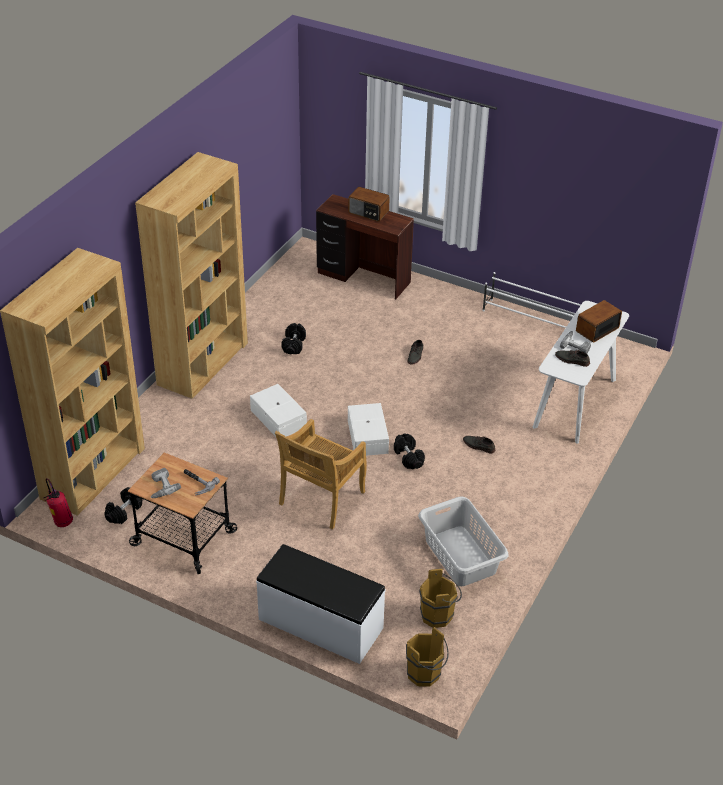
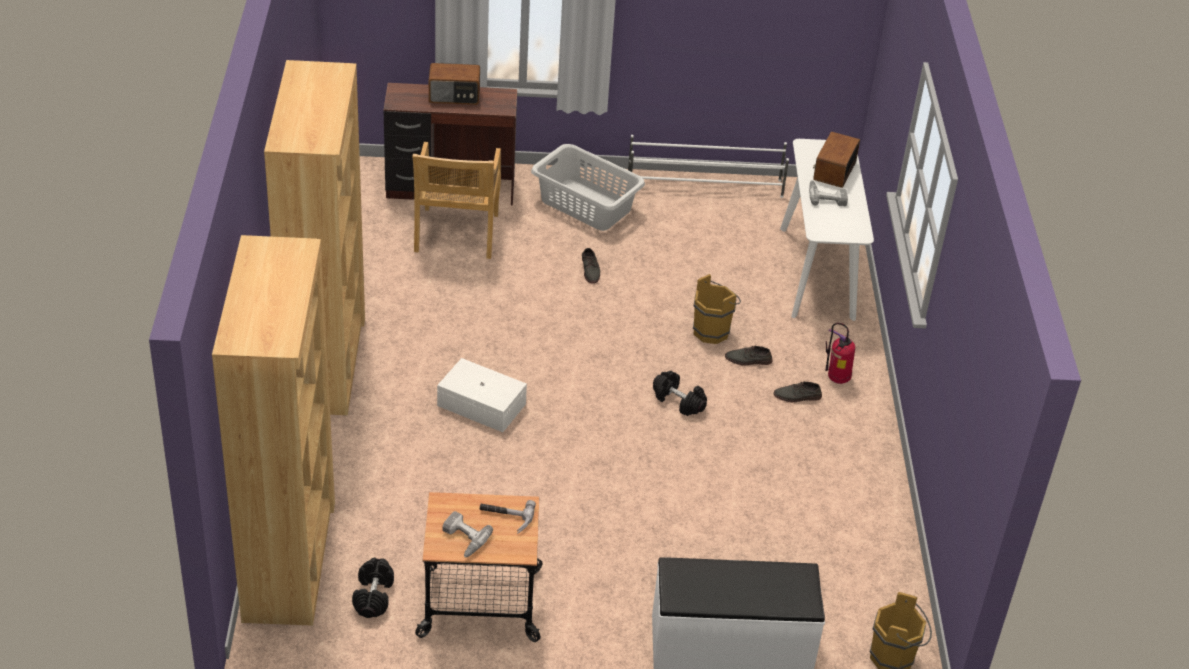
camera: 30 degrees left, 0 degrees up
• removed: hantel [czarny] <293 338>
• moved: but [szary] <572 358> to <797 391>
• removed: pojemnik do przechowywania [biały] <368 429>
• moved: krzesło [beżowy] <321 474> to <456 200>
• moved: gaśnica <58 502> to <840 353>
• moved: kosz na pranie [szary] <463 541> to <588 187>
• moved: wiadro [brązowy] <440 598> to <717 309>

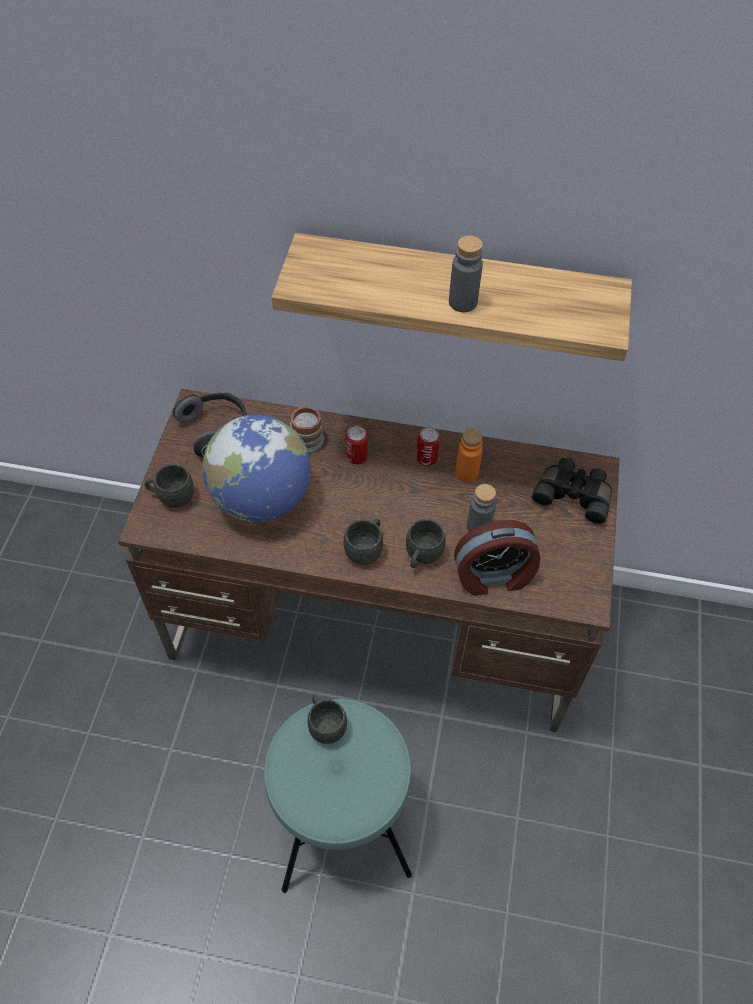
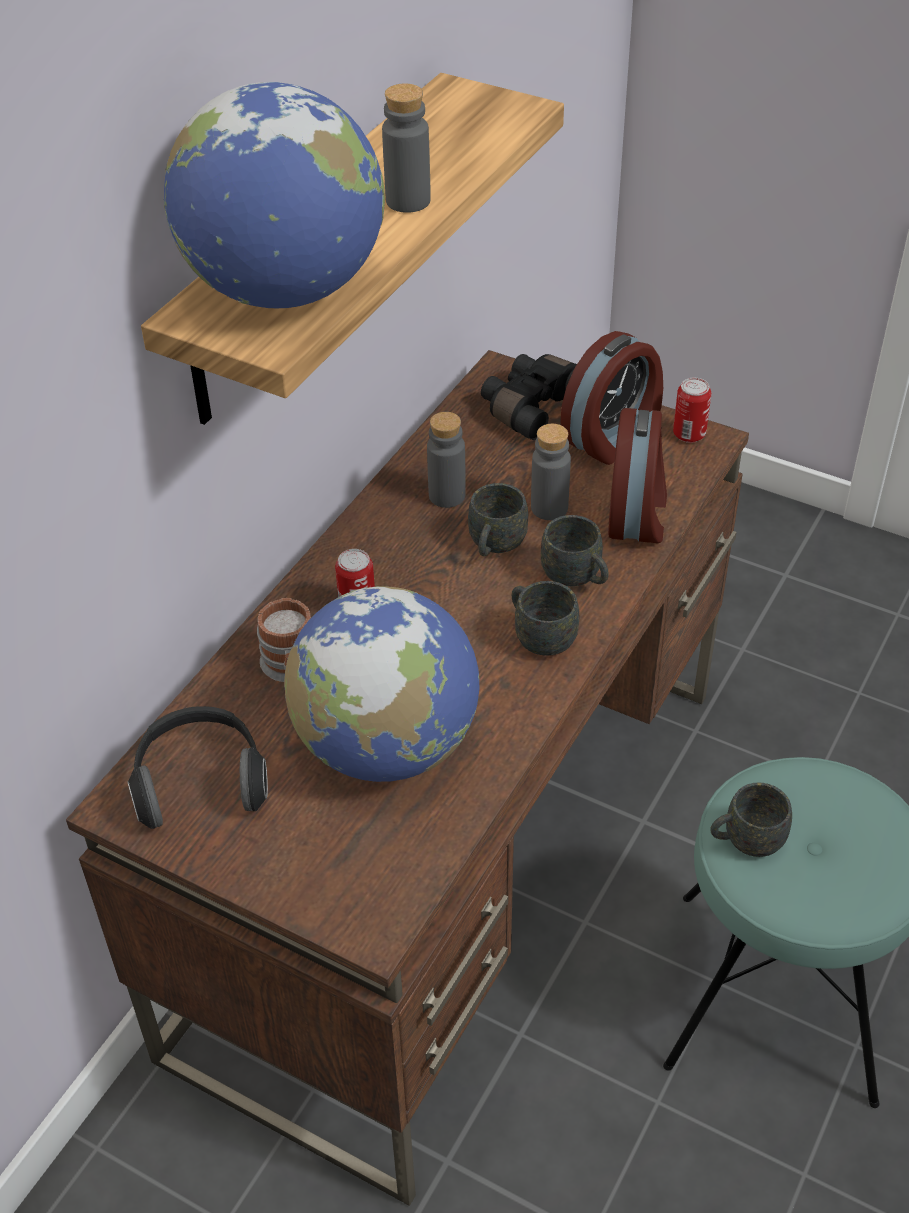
camera: 70 degrees left, 10 degrees down
• moved: puszka <428 446> to <692 410>
• recoloured: butelka [pomarańczowy] <469 455> to butelka [szary] <446 460>
• moved: kubek [szary] <169 486> to <498 519>
• added: globus <274 195>
• added: budzik <611 398>

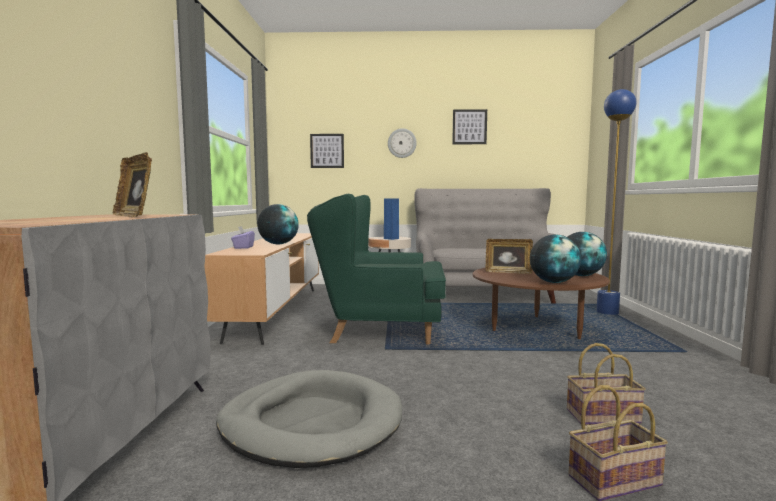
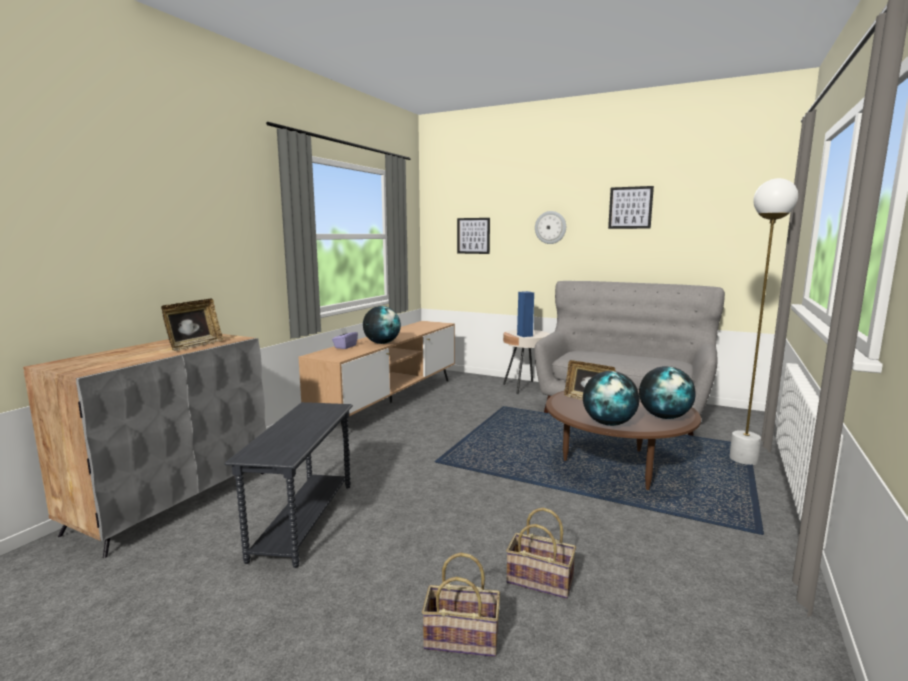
camera: 25 degrees right, 5 degrees up
• recoloured: lampa stojąca [niebieski] <616 202> to lampa stojąca [biały] <763 321>
• turned: ramka na zdjęcie <132 185> = <192 325> 135 degrees counterclockwise
• removed: fotel [zielony] <376 269>
• replaced: legowisko [szary] <309 419> to stolik [szary] <288 485>

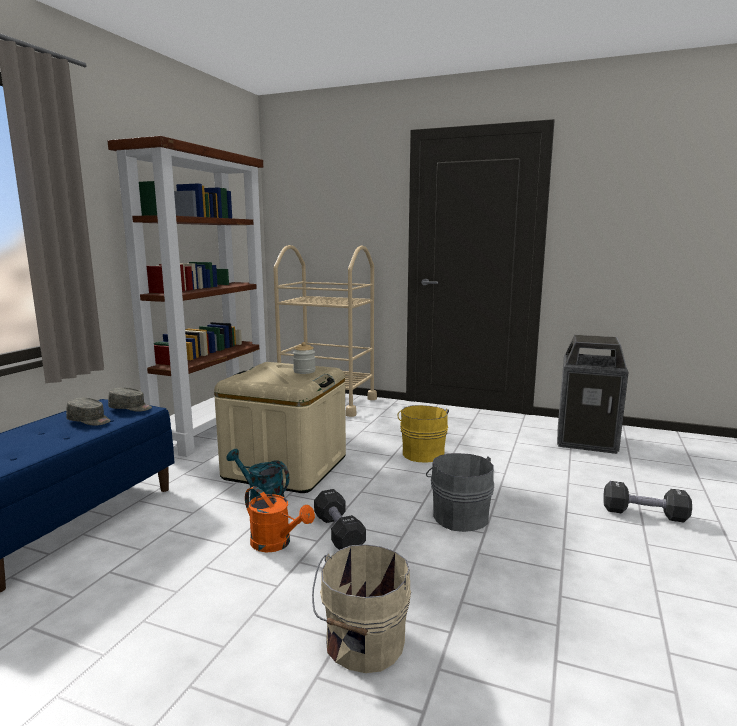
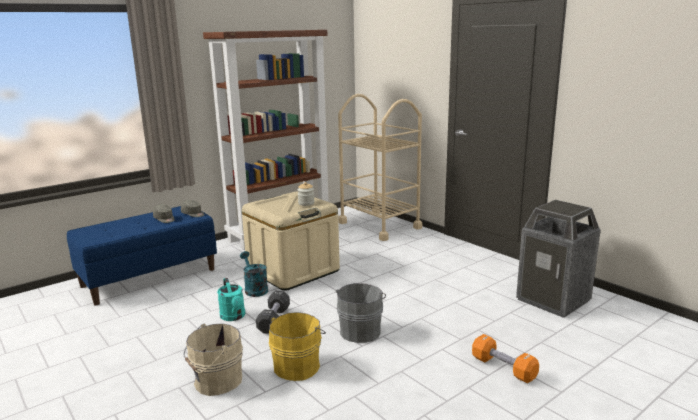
camera: 30 degrees right, 5 degrees up
• moved: wiadro [żółty] <423 434> to <297 346>
• recoloured: hantel [czarny] <647 502> to hantel [pomarańczowy] <505 358>
• recoloured: konewka [pomarańczowy] <280 519> to konewka [turkusowy] <231 299>

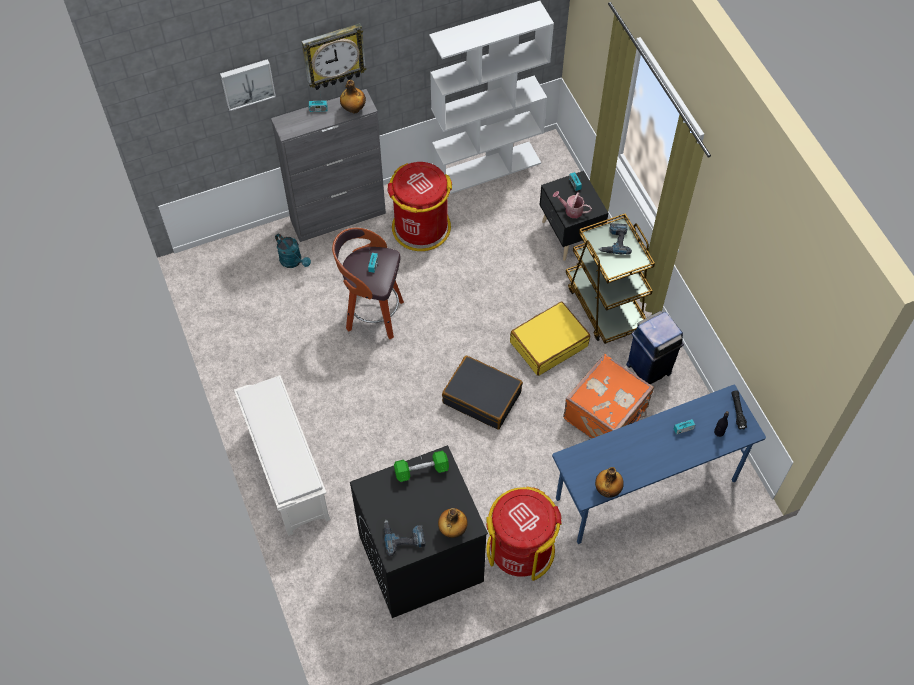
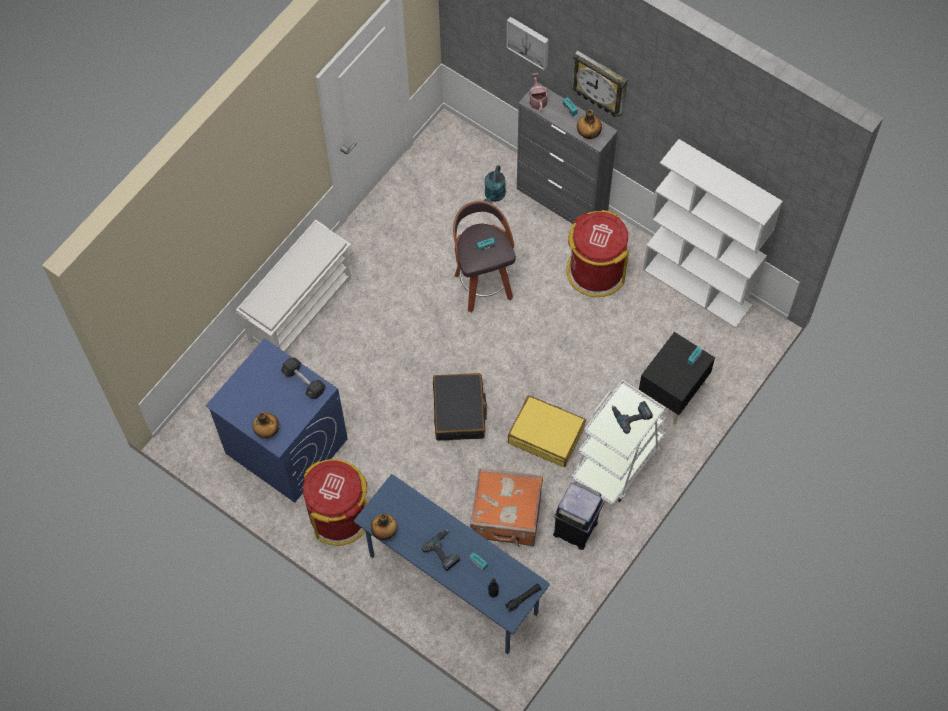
camera: 60 degrees right, 5 degrees up
• moved: konewka <572 204> to <539 92>
• recoloured: wózek [brązowy] <610 278> to wózek [biały] <618 443>
• recoloured: pralka [czarny] <419 531> to pralka [niebieski] <277 420>
• recoloured: hantel [zielony] <421 466> to hantel [szary] <303 378>
• moved: wiertarka <404 538> to <440 550>

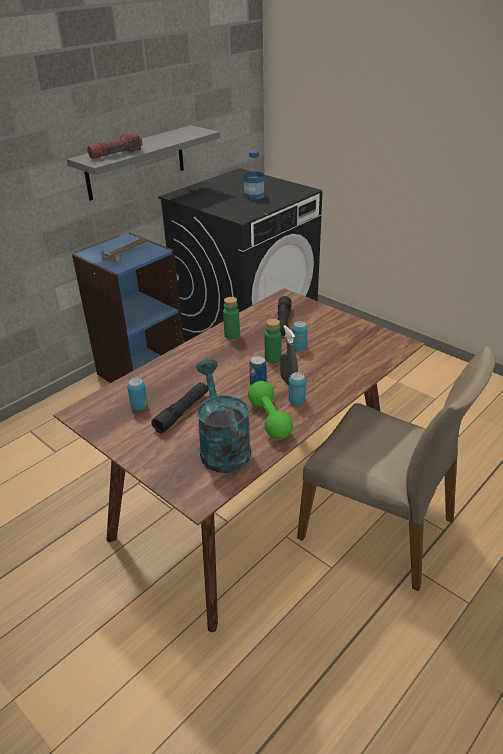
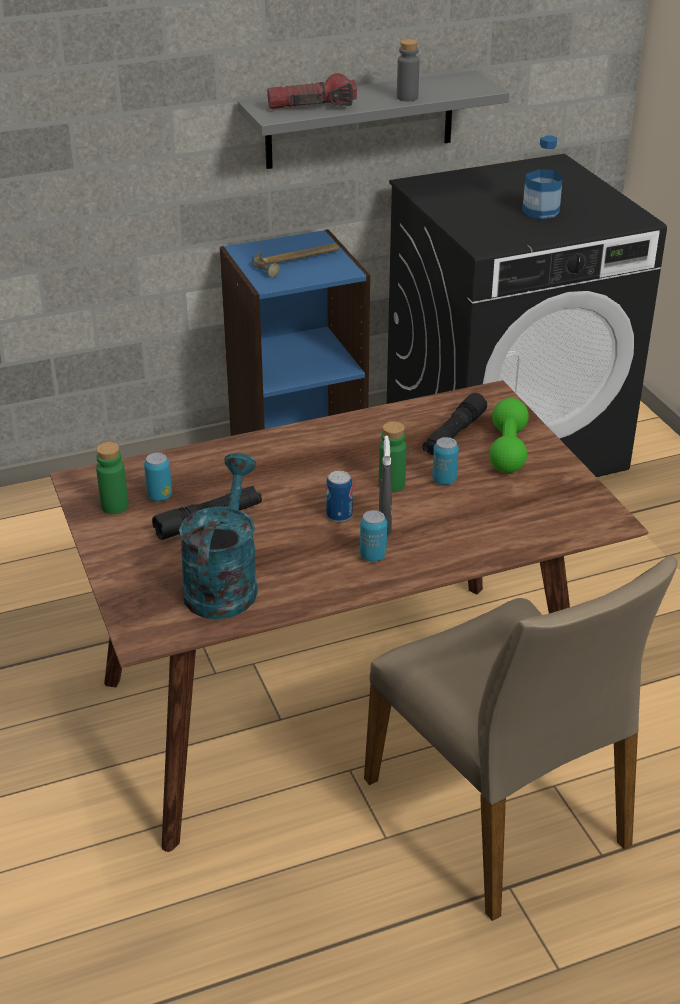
camera: 25 degrees right, 0 degrees up
• moved: butelka [zielony] <231 318> to <112 478>
• moved: hantel [zielony] <270 410> to <509 435>
• added: butelka [szary] <408 70>

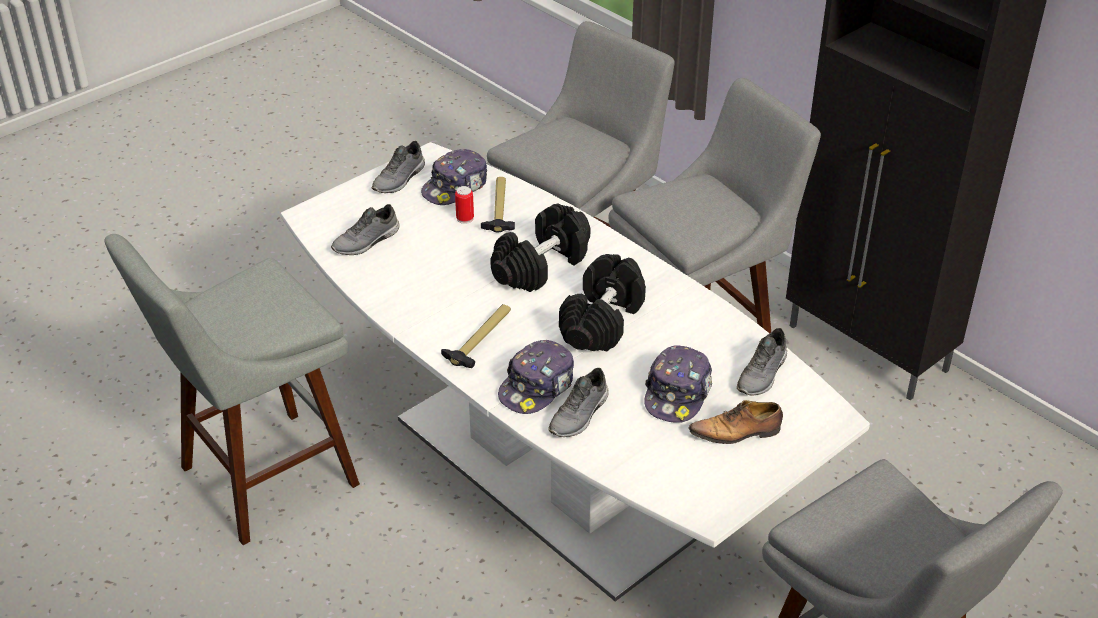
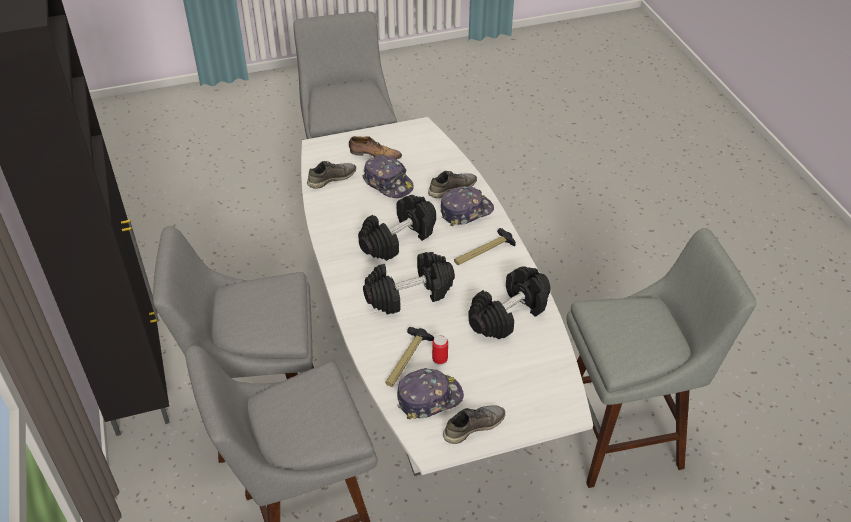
camera: 155 degrees left, 5 degrees up
• removed: but [szary] <365 229>
• turned: czapka z daszkiem <678 384> = <388 176> 90 degrees clockwise
• added: hantel [czarny] <509 302>

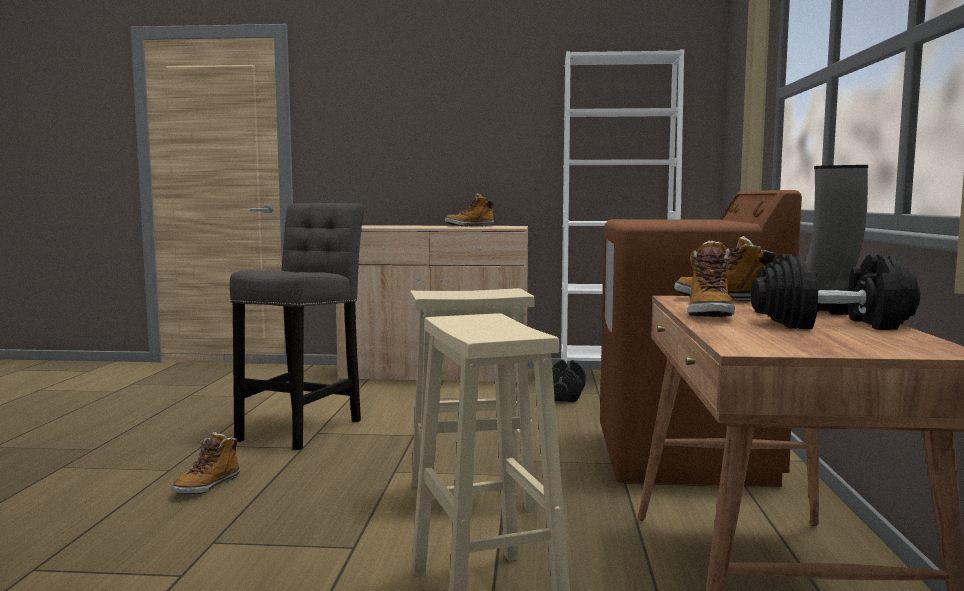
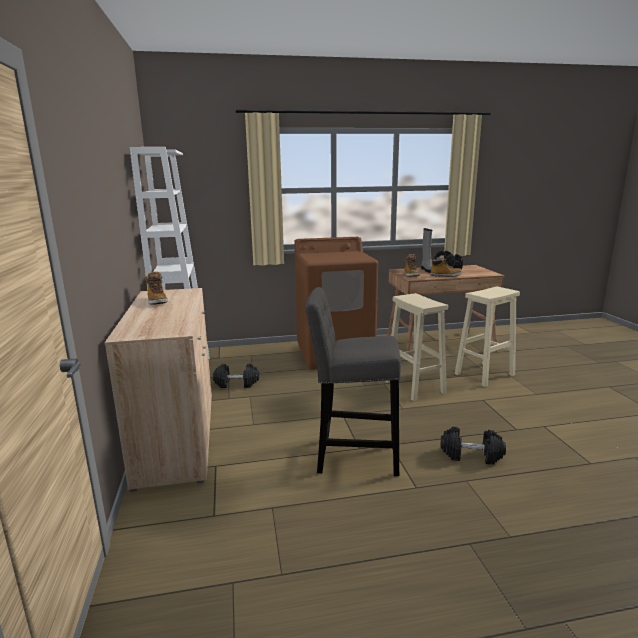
camera: 105 degrees left, 10 degrees up
• replaced: but z cholewką <205 463> to hantel [czarny] <473 445>

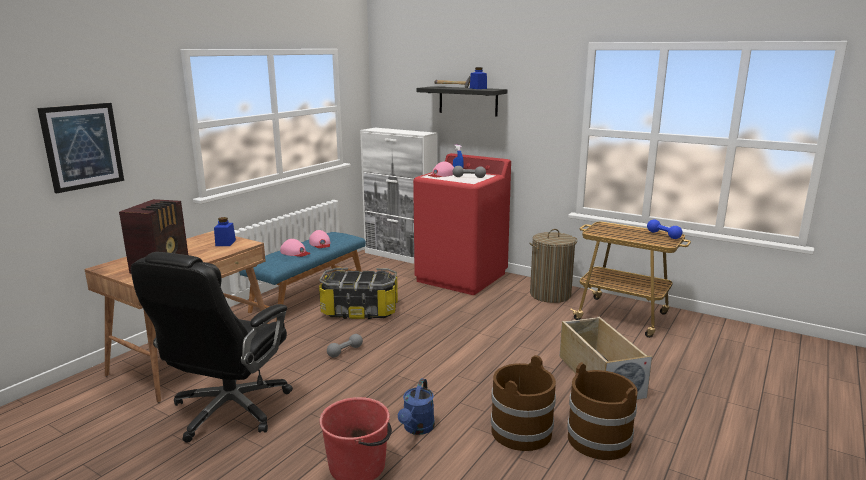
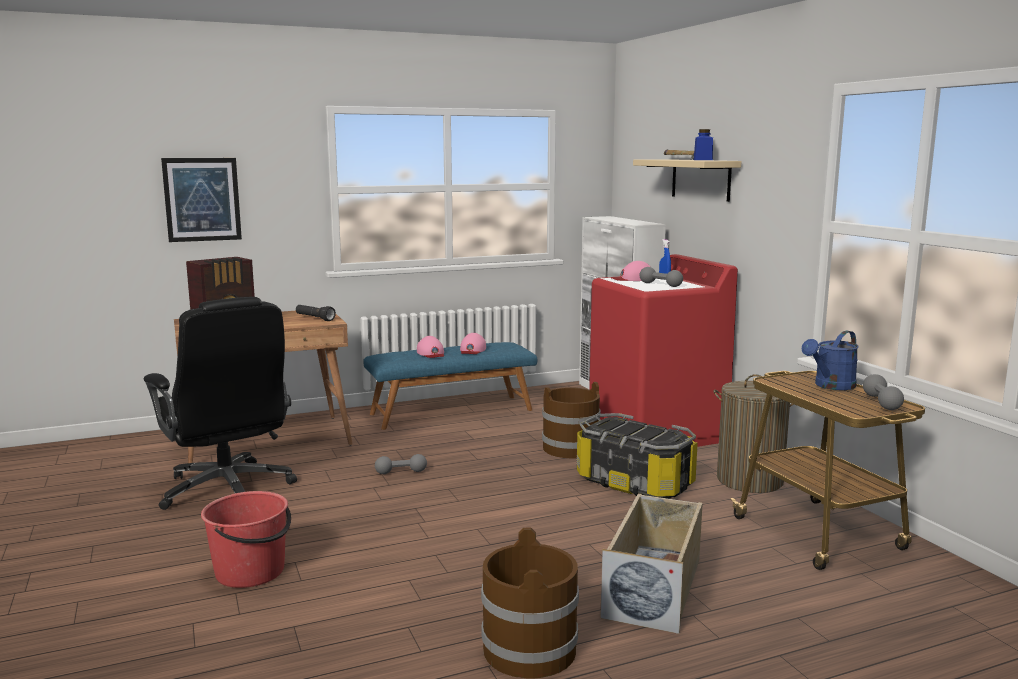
camera: 35 degrees right, 5 degrees down
• recoloured: półka [czarny] <462 101> to półka [beżowy] <687 180>
• replaced: słoik [niebieski] <225 231> to latarka [czarny] <316 313>
• recoloured: hantel [niebieski] <665 229> to hantel [szary] <883 392>
• turned: krzesło biurowe [czarny] <212 347> = <220 403> 90 degrees counterclockwise
• moved: pojemnik do przechowywania <358 293> to <637 456>
• moved: wiadro [brązowy] <523 403> to <571 420>
• moved: konewka [niebieski] <416 406> to <830 360>

